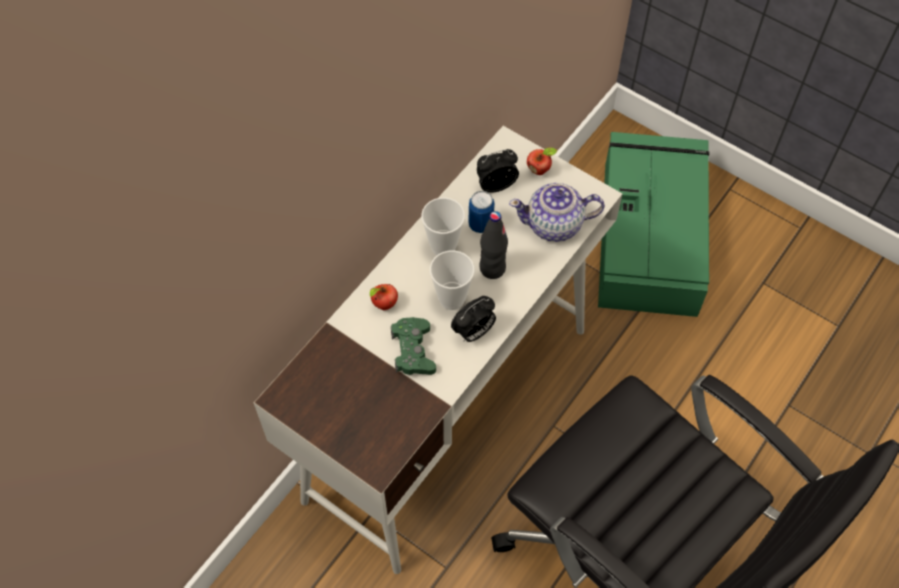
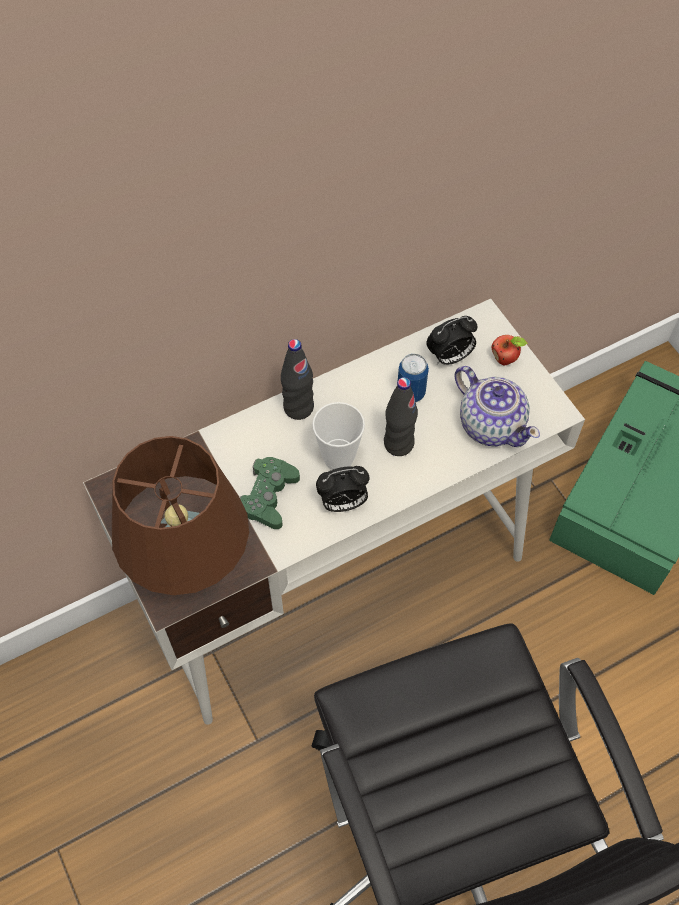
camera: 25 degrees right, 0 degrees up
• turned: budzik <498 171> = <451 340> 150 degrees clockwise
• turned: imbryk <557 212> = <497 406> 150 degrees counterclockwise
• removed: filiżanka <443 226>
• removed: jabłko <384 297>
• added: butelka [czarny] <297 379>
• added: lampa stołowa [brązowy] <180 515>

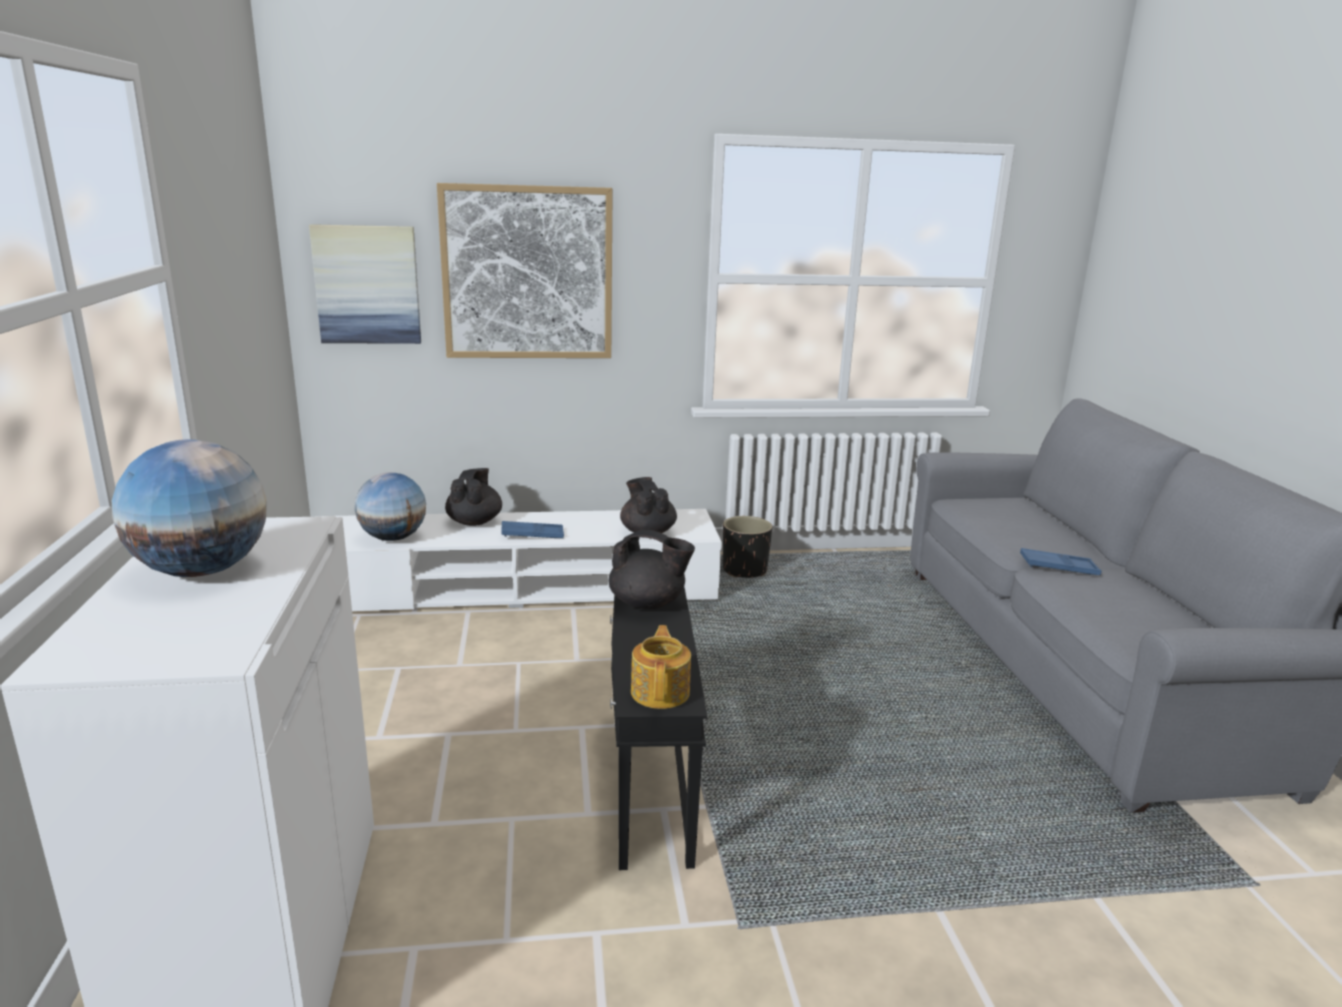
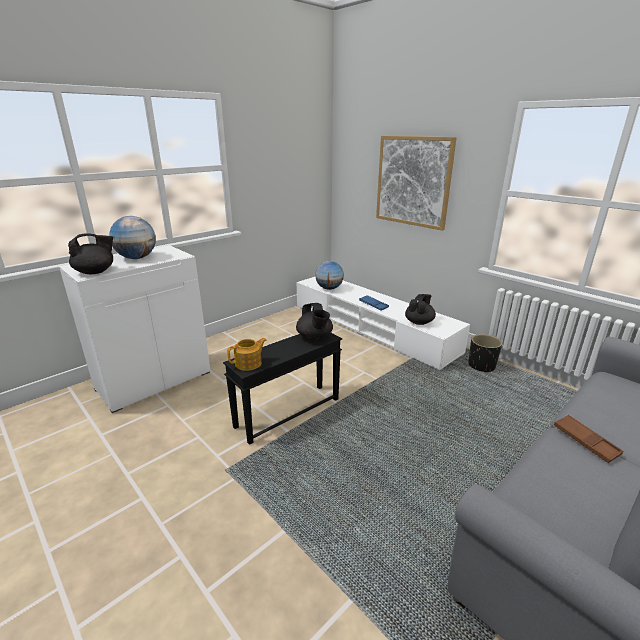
camera: 55 degrees right, 5 degrees up
• removed: obraz <365 284>
• moved: imbryk [czarny] <473 497> to <90 253>
• recoloured: taca [niebieski] <1061 561> to taca [brązowy] <588 439>

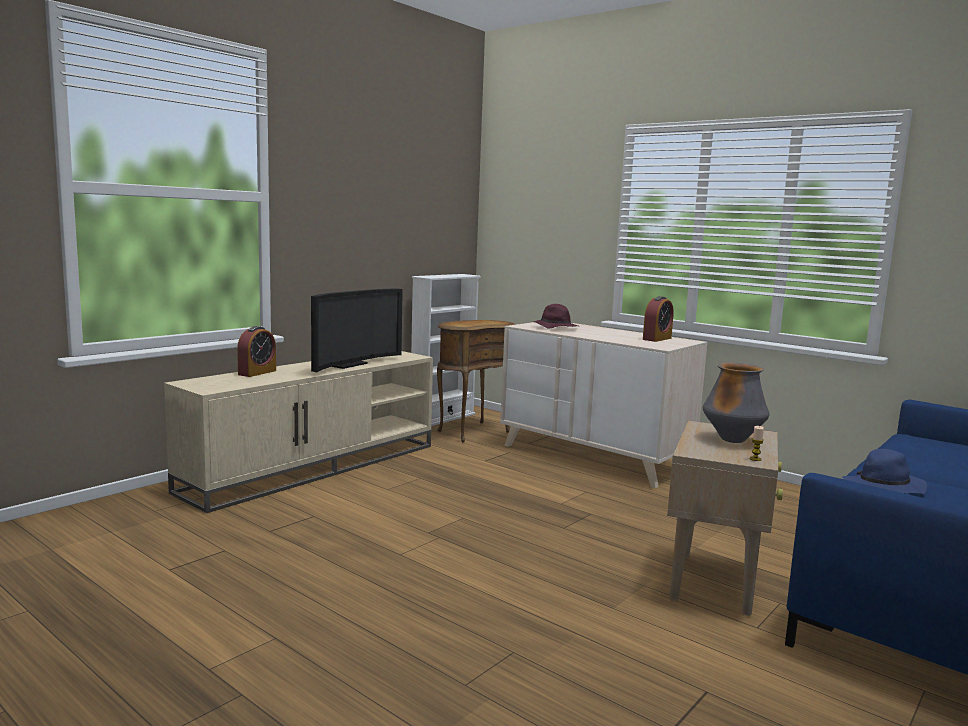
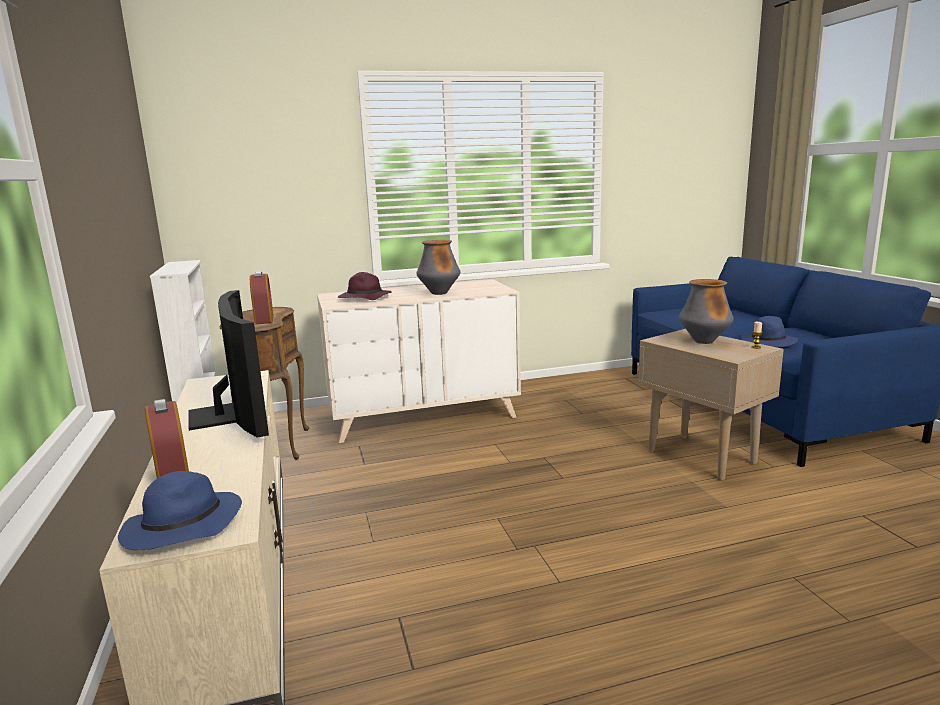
camera: 55 degrees left, 5 degrees up
• moved: budzik <658 319> to <262 298>
• added: wazon <438 267>
• added: kapelusz [niebieski] <180 510>

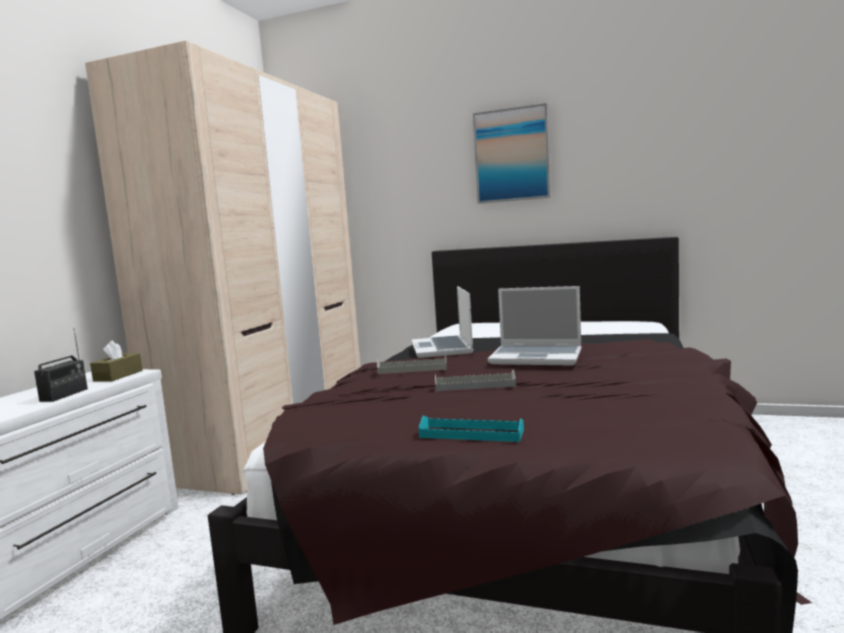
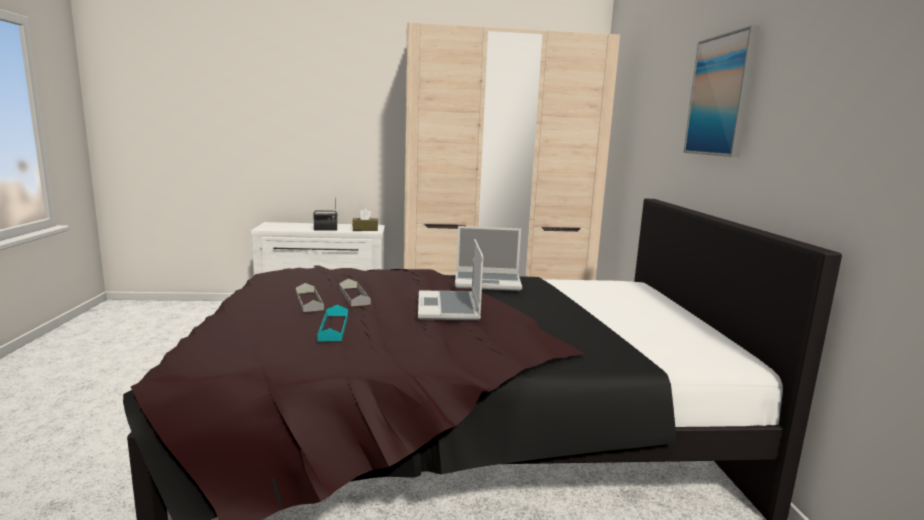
camera: 65 degrees right, 5 degrees up
• turned: laptop <442 322> = <488 258> 150 degrees counterclockwise
• moved: taca [szary] <412 364> to <310 297>
• moved: taca [turkusowy] <471 429> to <332 323>

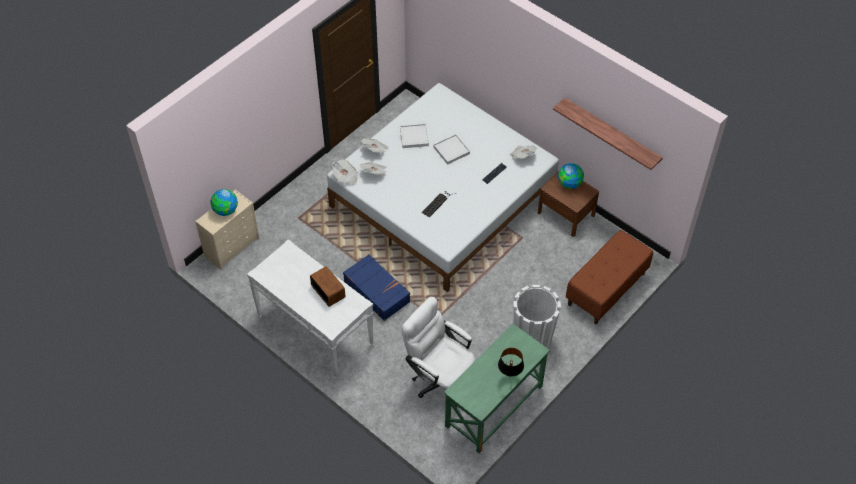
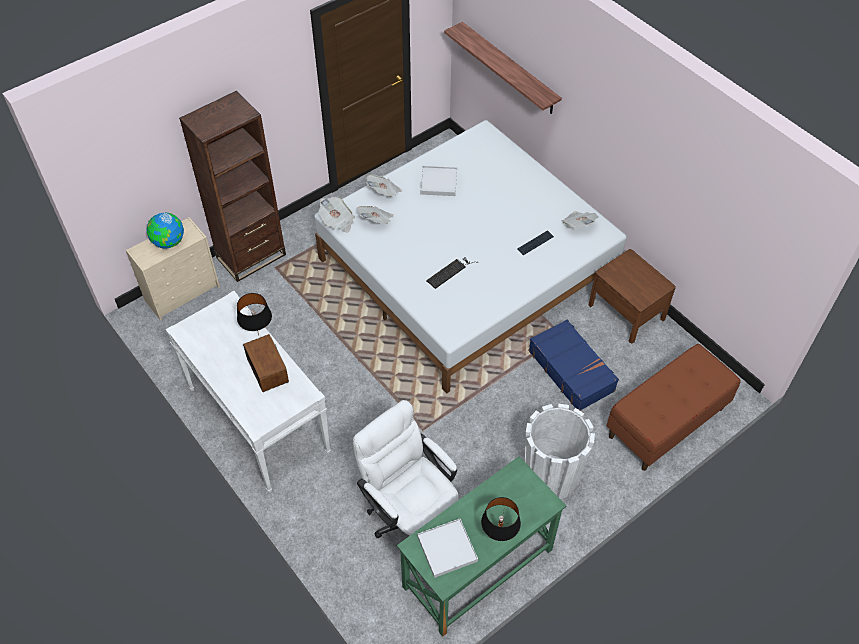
camera: 10 degrees right, 0 degrees up
• moved: półka <608 134> to <503 68>
• moved: taca [biały] <451 150> to <447 548>
• removed: globus <571 176>
• moved: walizka [niebieski] <376 287> to <574 365>
• added: regał [brązowy] <232 186>
• added: lampa stołowa [czarny] <254 314>

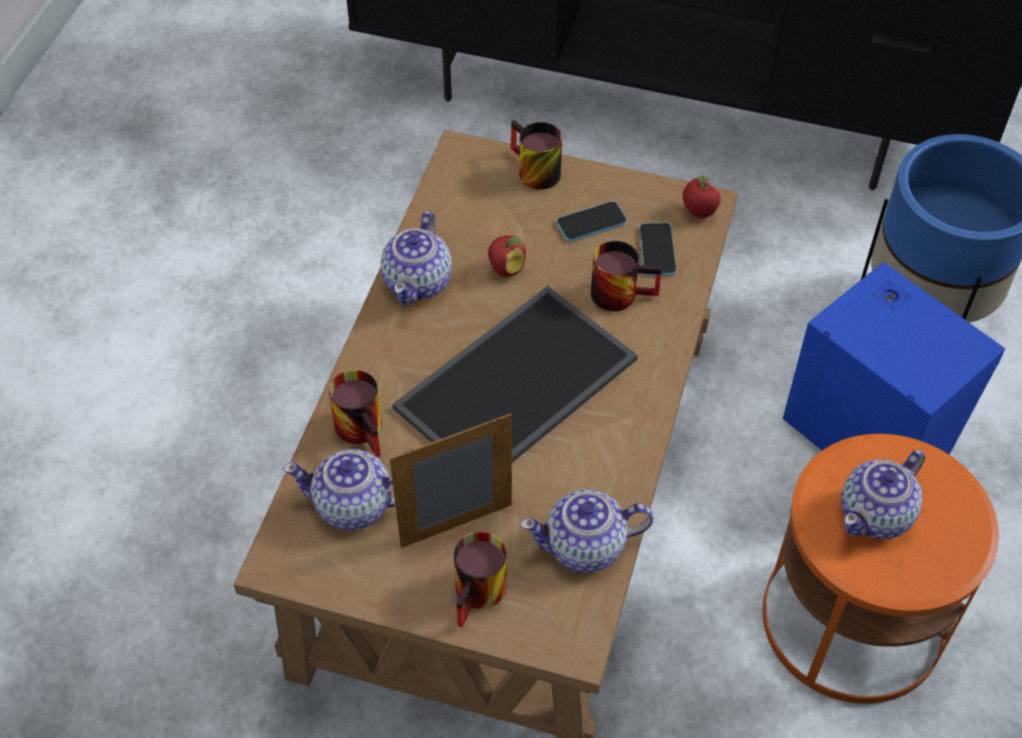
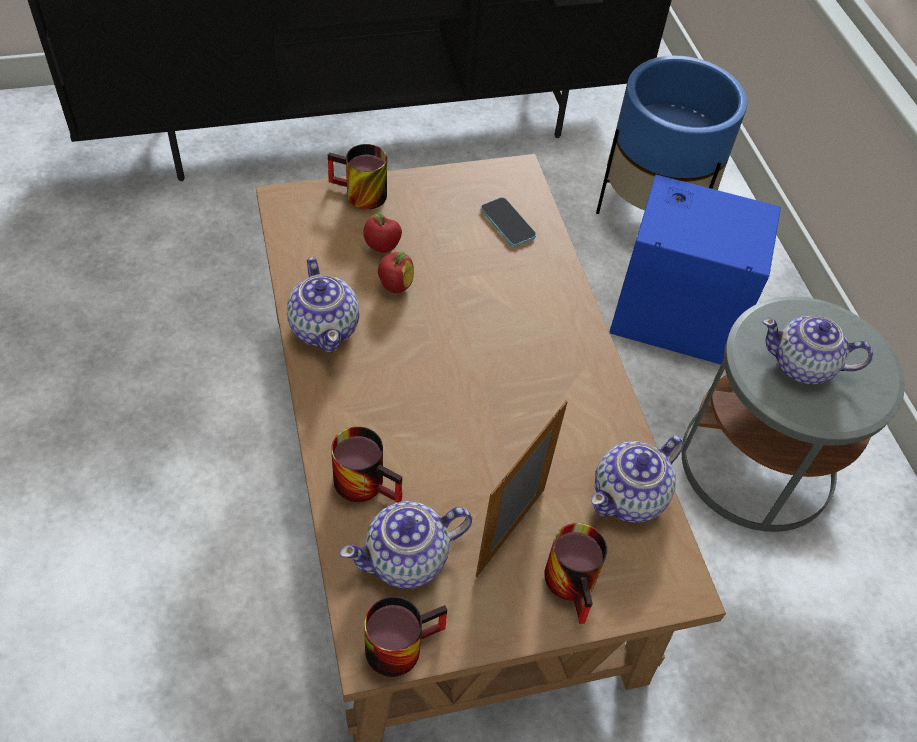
camera: 35 degrees left, 0 degrees up
• moved: jabłko <702 197> to <382 232>
• removed: telefon <591 221>
• moved: kubek <626 276> to <405 636>
• removed: taca <515 374>
• recoloured: stolik [pomarańczowy] <880 569> to stolik [szary] <793 414>
• turned: imbryk <883 494> = <817 350> 90 degrees clockwise

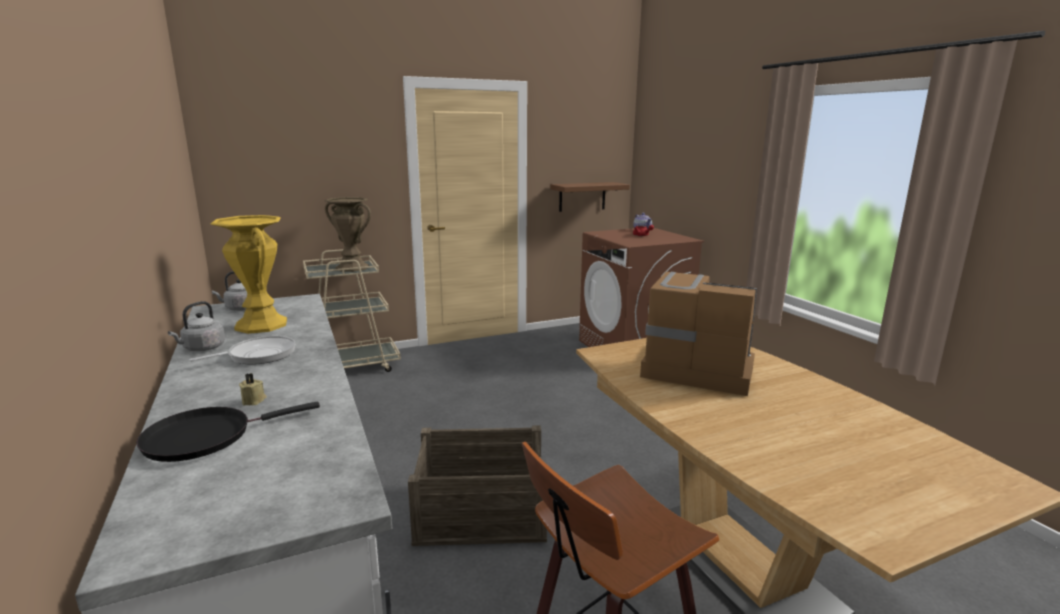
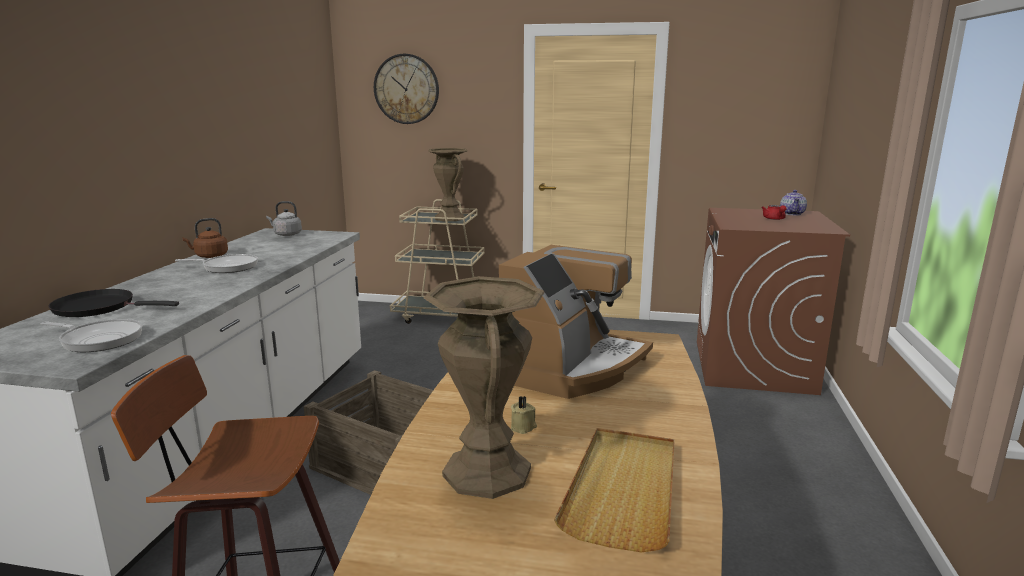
camera: 35 degrees right, 0 degrees up
• removed: półka [brązowy] <590 197>
• removed: wazon [żółty] <248 274>
• turned: ekspres do kawy <698 334> = <576 322> 60 degrees clockwise
• recoloured: czajnik [szary] <196 326> to czajnik [brązowy] <205 238>
• moved: świeca [beżowy] <253 389> to <524 415>
• added: zegar ścienny <406 89>
• added: wazon [brązowy] <484 387>
• added: patelnia <92 335>
• added: taca [beżowy] <614 490>

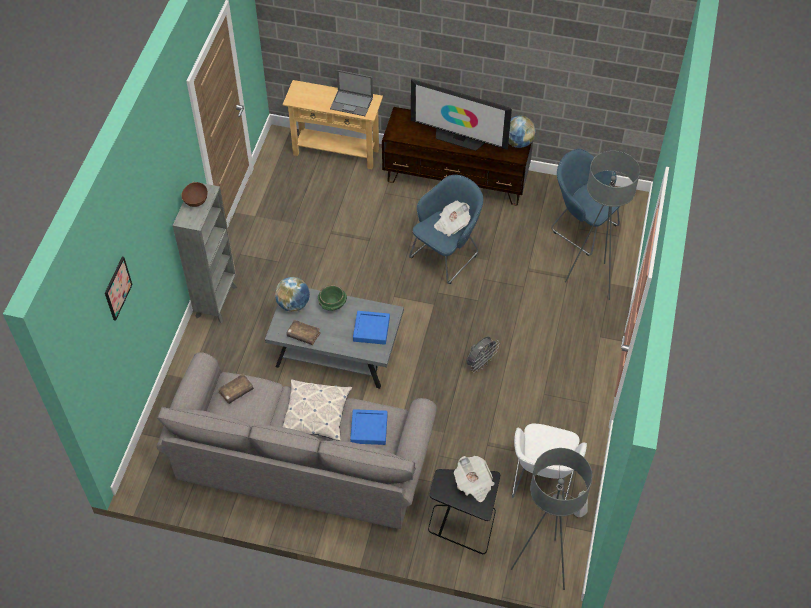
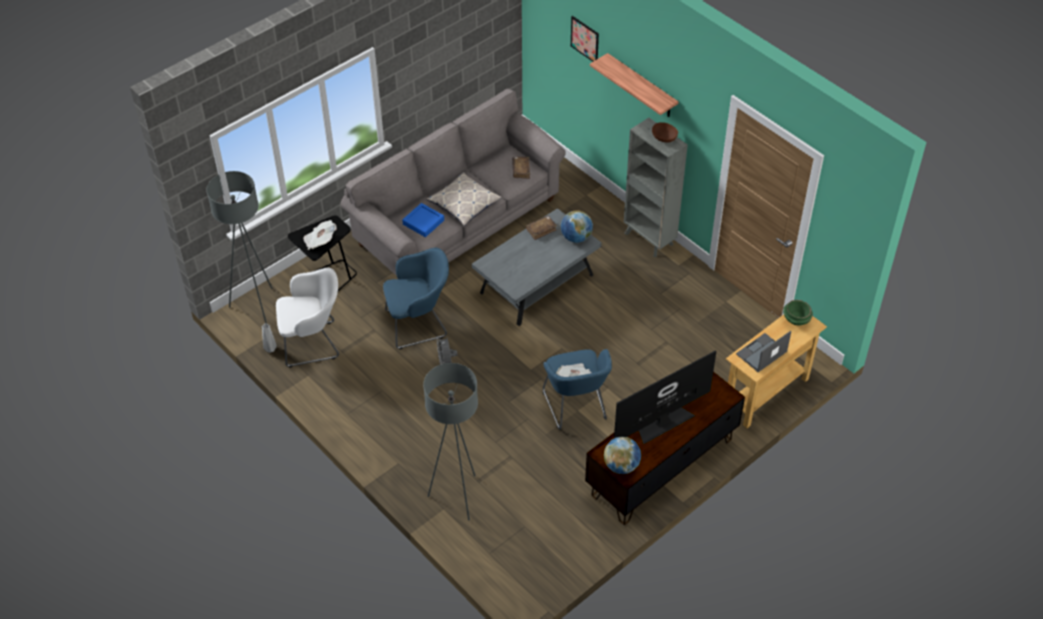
camera: 125 degrees right, 5 degrees down
• moved: fotel [niebieski] <585 202> to <416 298>
• moved: miska [zielony] <332 298> to <798 312>
• removed: taca [niebieski] <371 328>
• turned: fotel [biały] <549 462> = <307 318> 120 degrees clockwise
• added: półka <634 85>

